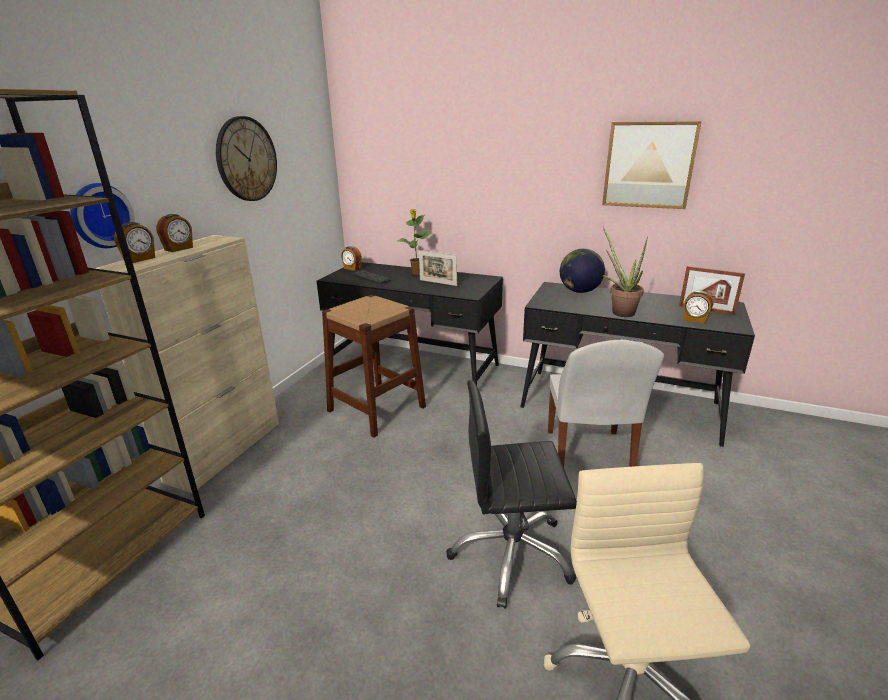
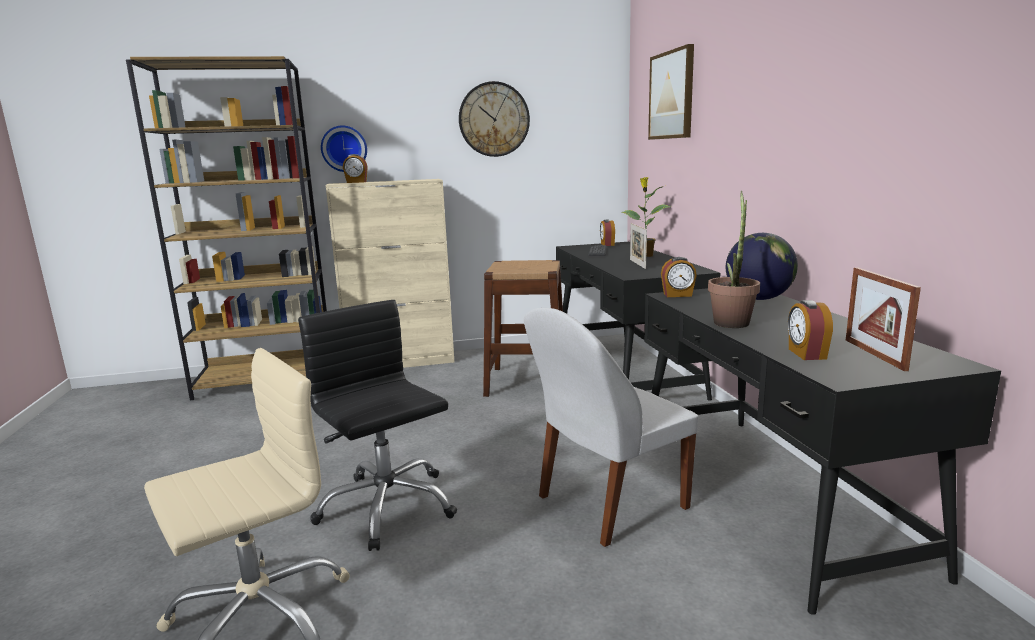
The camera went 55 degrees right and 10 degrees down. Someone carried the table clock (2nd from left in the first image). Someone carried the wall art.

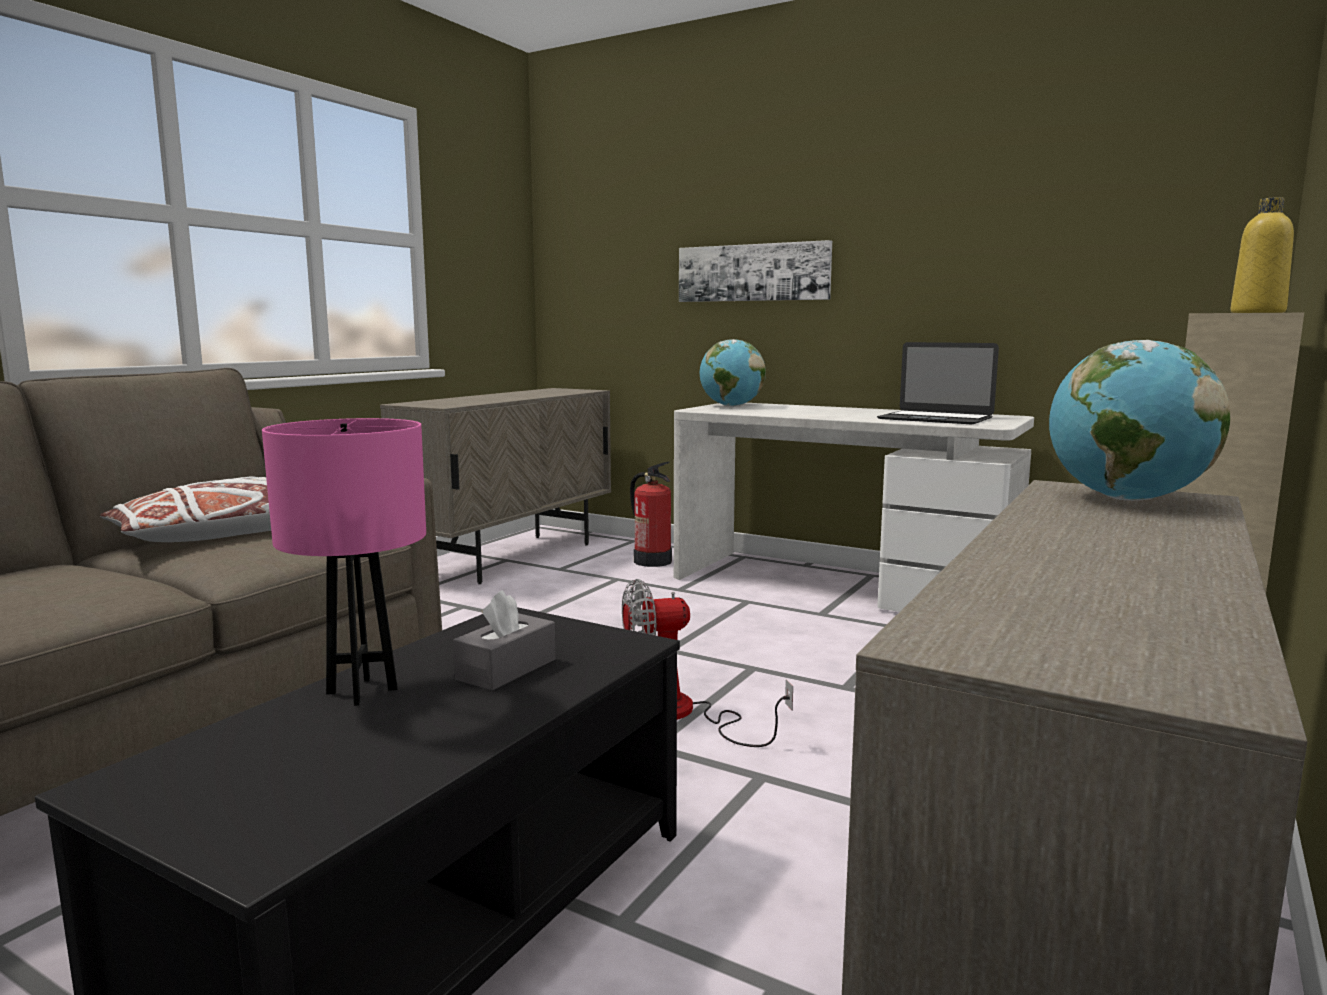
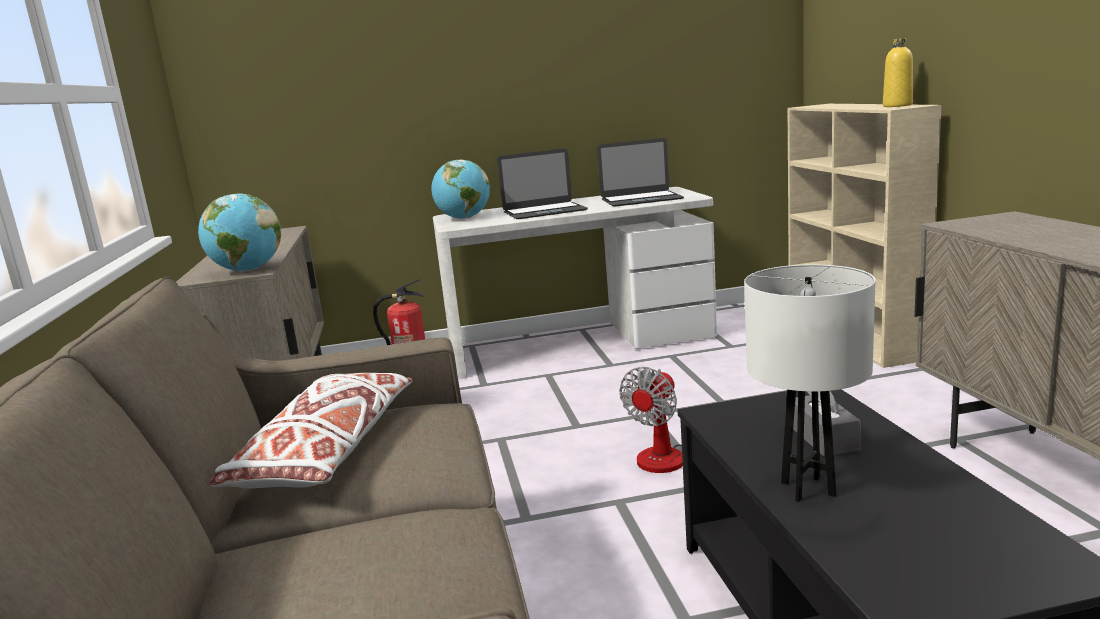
The camera went 40 degrees left and 5 degrees up. Someone repainted the pinkish tabletop lamp, which became the white-coloured tabletop lamp. Someone took away the wall art. Someone carried the desk globe (2nd from left in the first image). Someone put down the portable computer (1st from left).

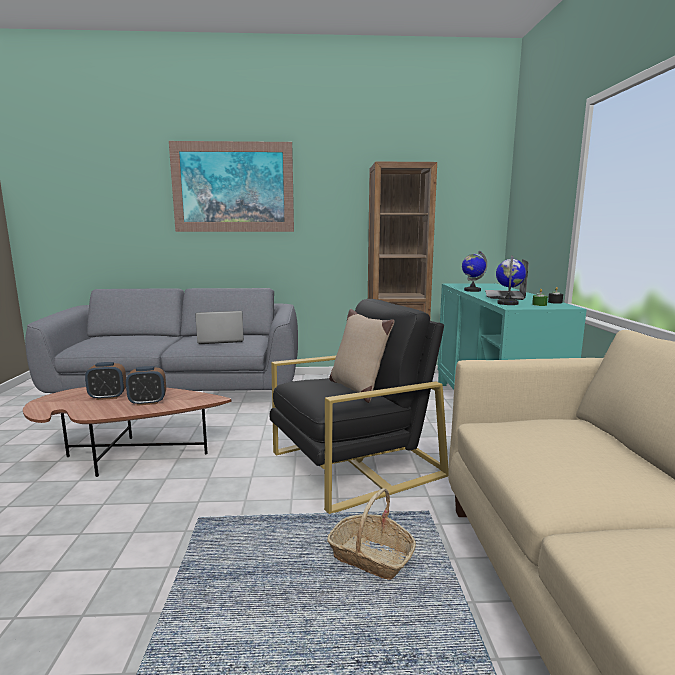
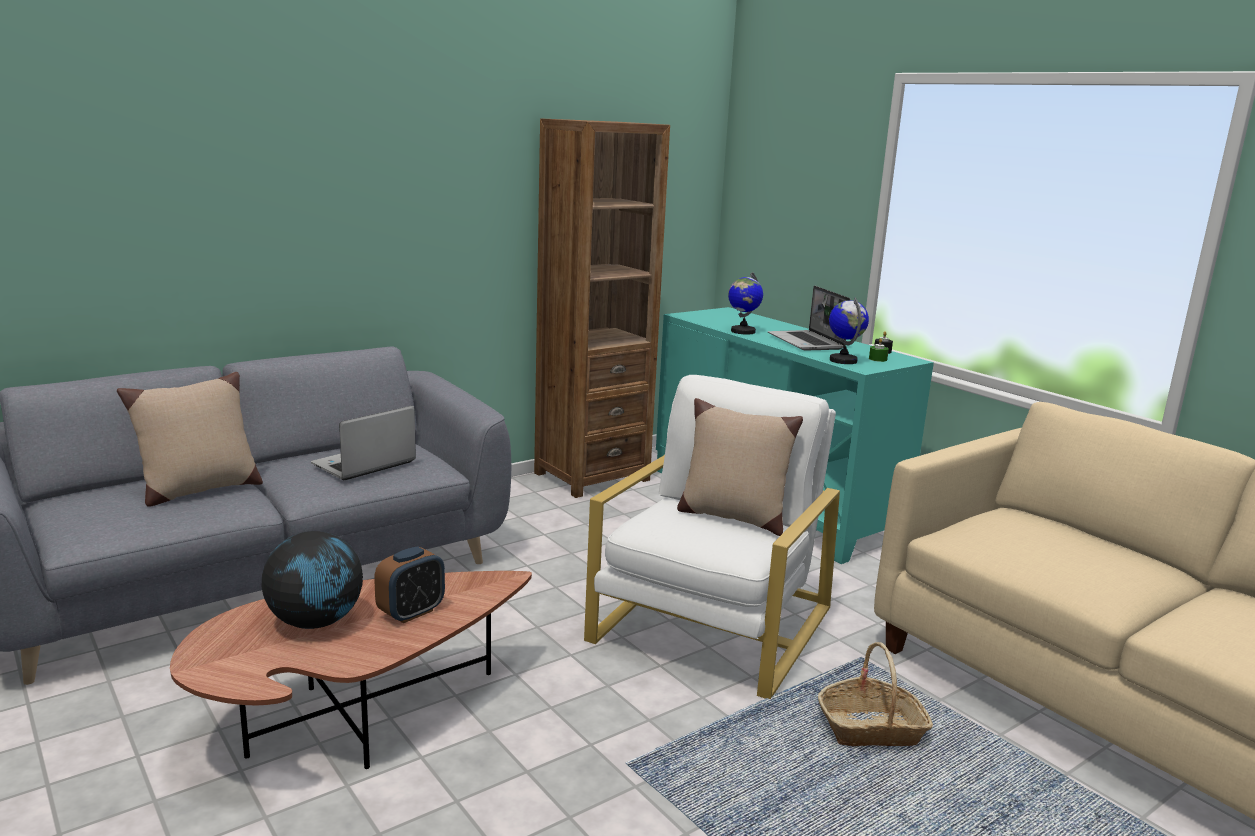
The camera went 35 degrees left and 5 degrees up. Someone swapped the table clock (1st from left) for the desk globe (1st from left). Someone took away the wall art. Someone repainted the black-coloured armchair, which became the white-coloured armchair. Someone put down the beige cushion (1st from left).

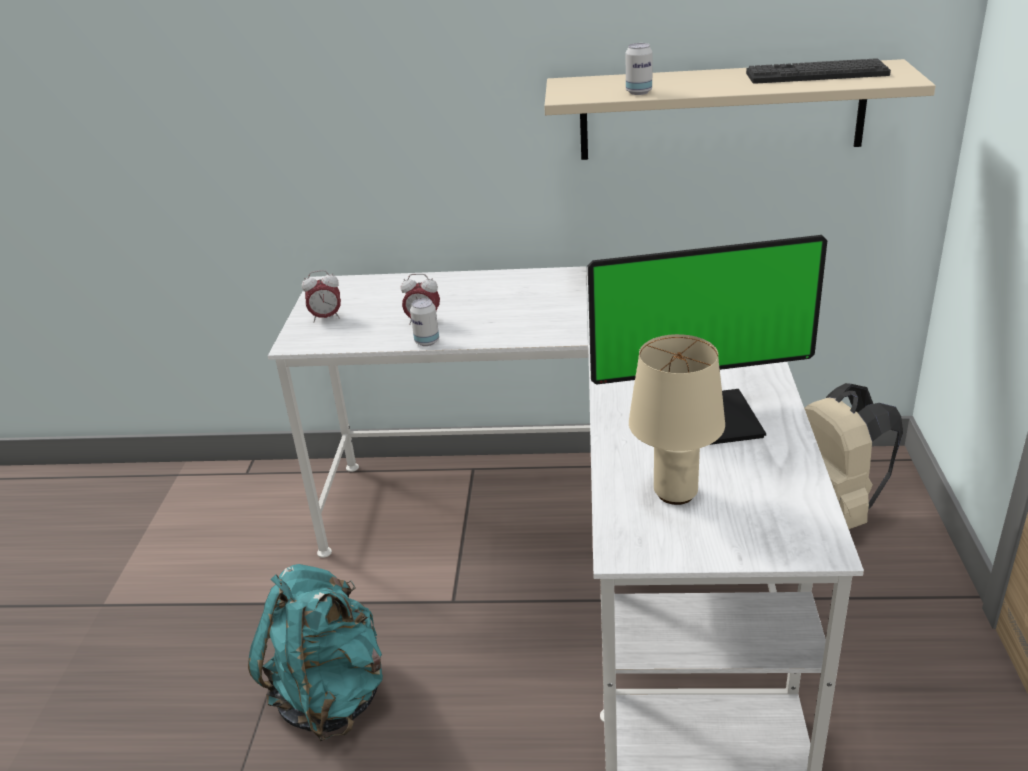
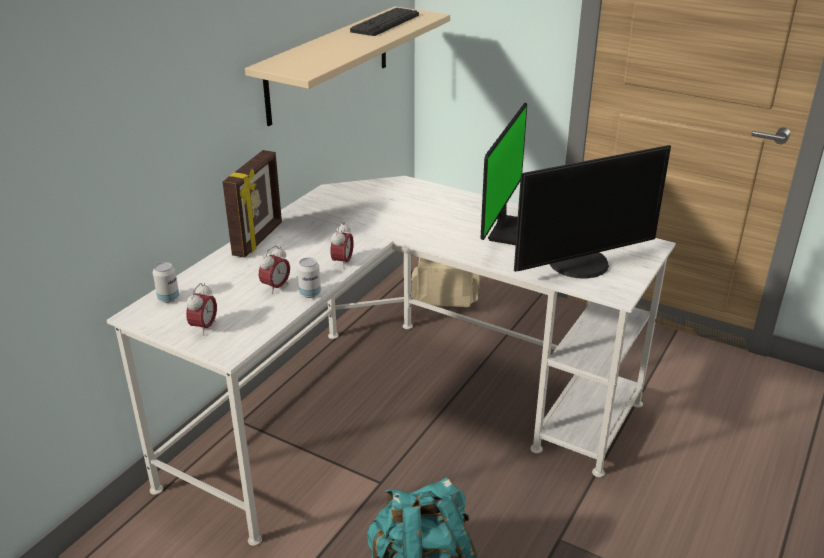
The camera went 65 degrees left and 0 degrees up. Someone carried the can (2nd from left in the first image). Someone swapped the beige tabletop lamp for the monitor (2nd from left). Someone put down the picture frame. Someone put down the table clock (3rd from left).

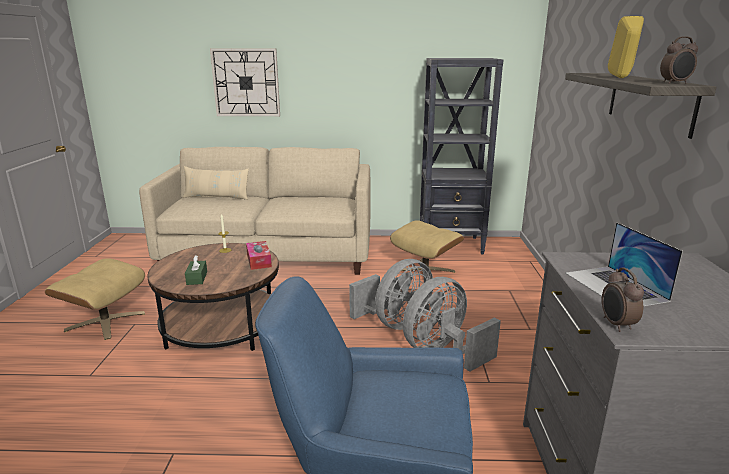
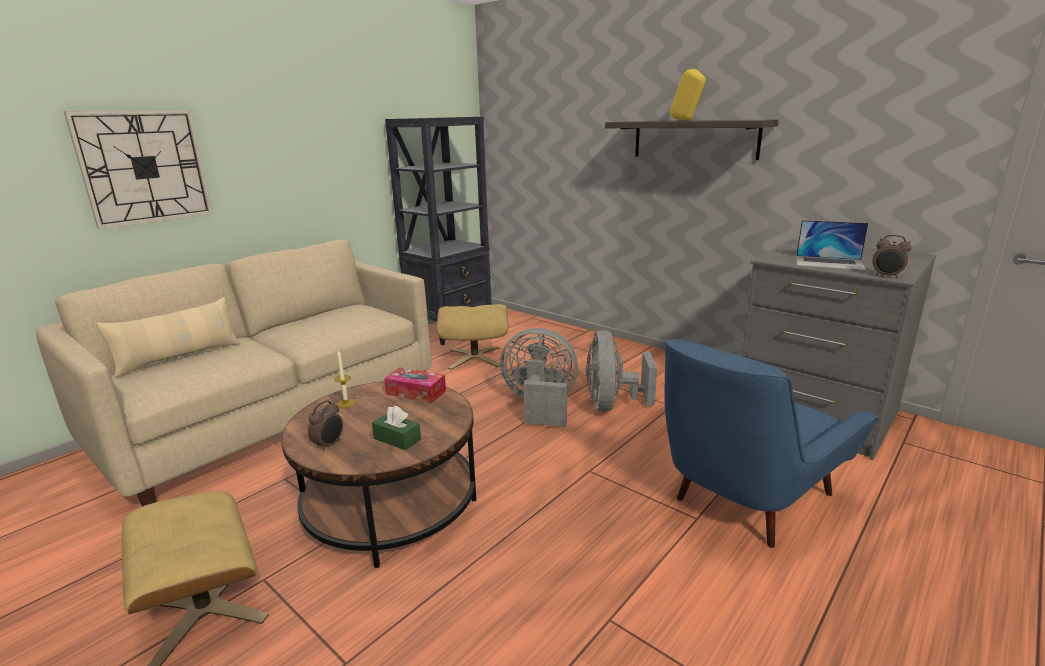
The camera went 50 degrees left and 0 degrees up. Someone rotated the grey fan (1st from left) by 75 degrees counterclockwise. Someone carried the table clock (2nd from left in the first image).

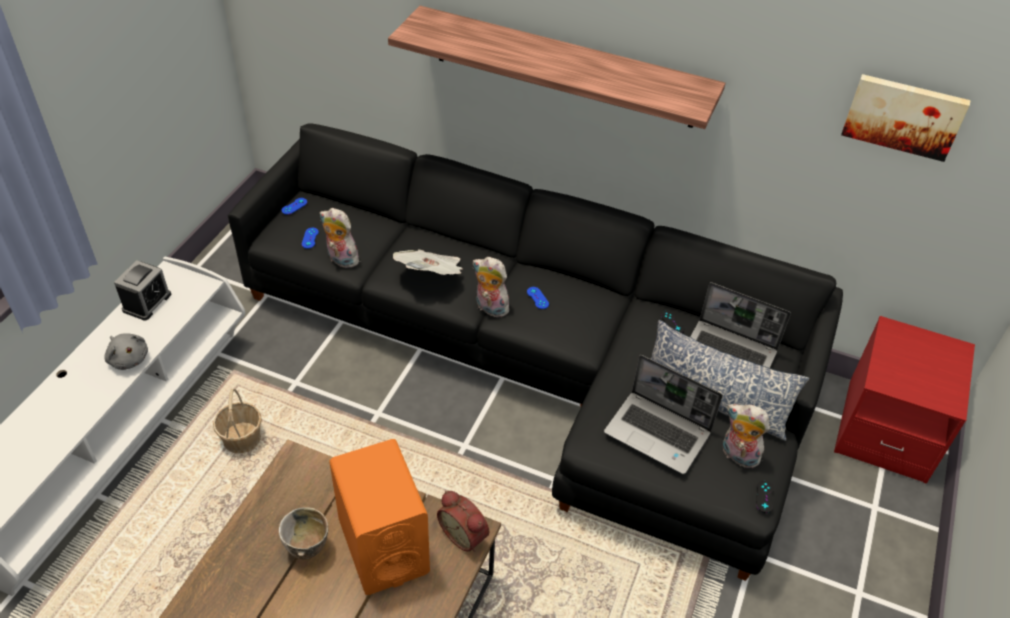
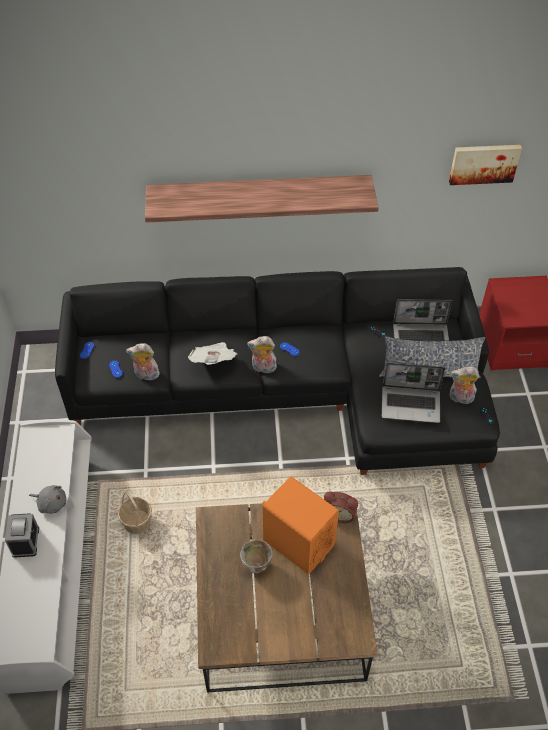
The camera went 25 degrees left and 5 degrees up. Someone carried the table clock (1st from left).

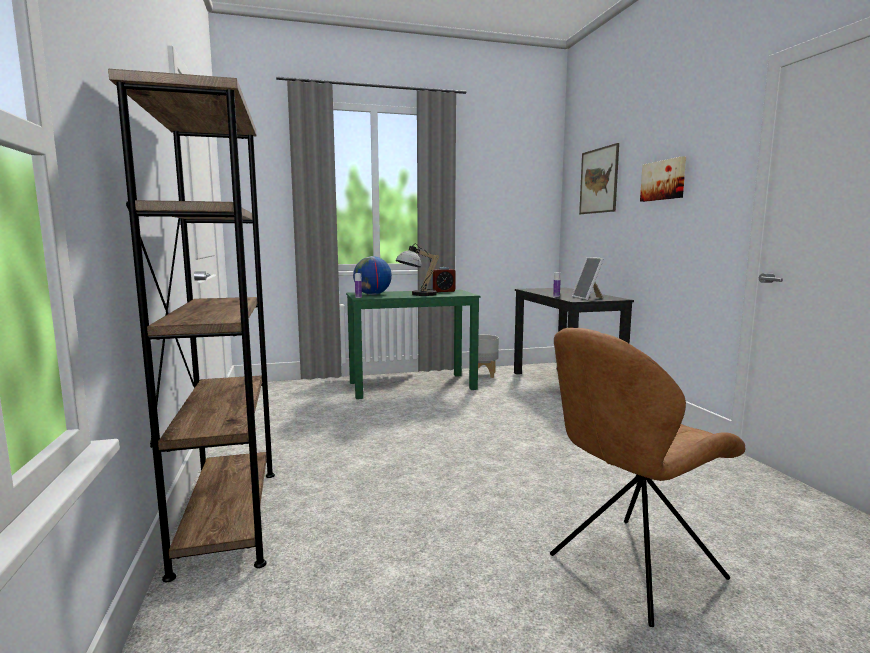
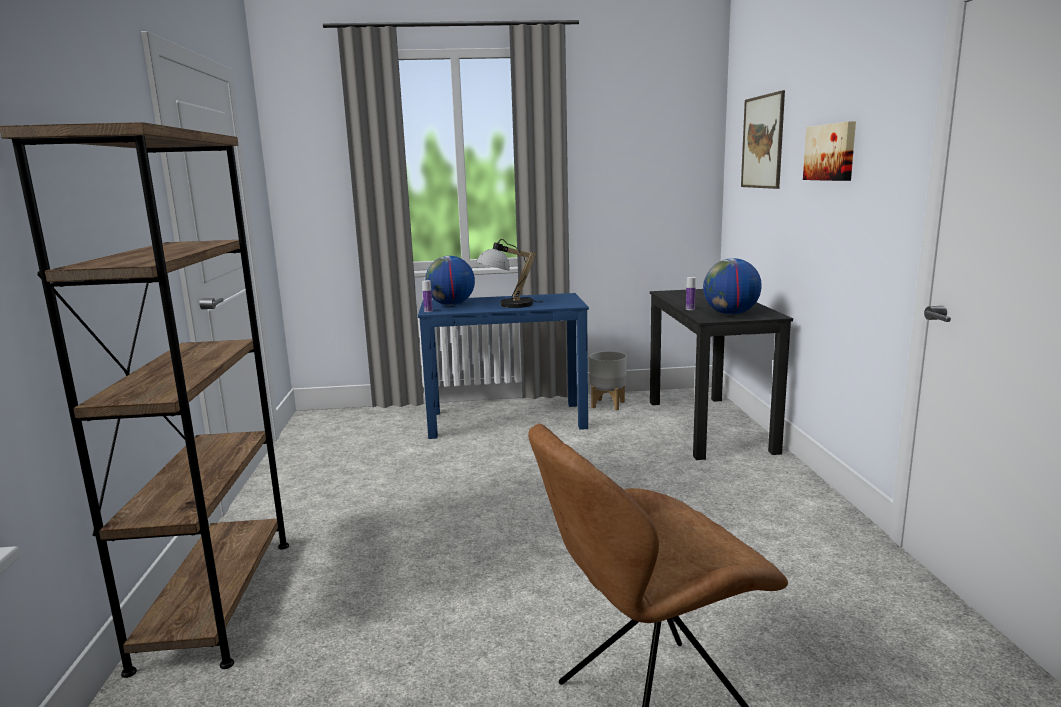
The camera went 10 degrees right and 5 degrees up. Someone repainted the greenish desk, which became the blue-coloured desk. Someone took away the table clock. Someone swapped the picture frame for the desk globe (2nd from left).

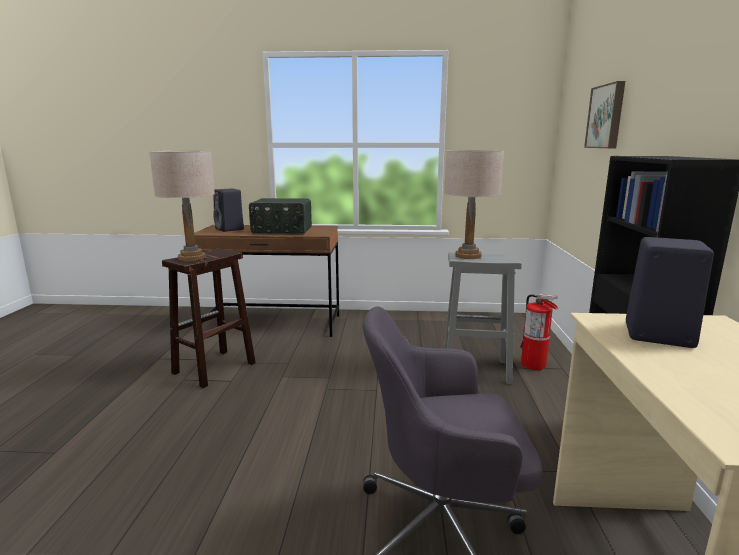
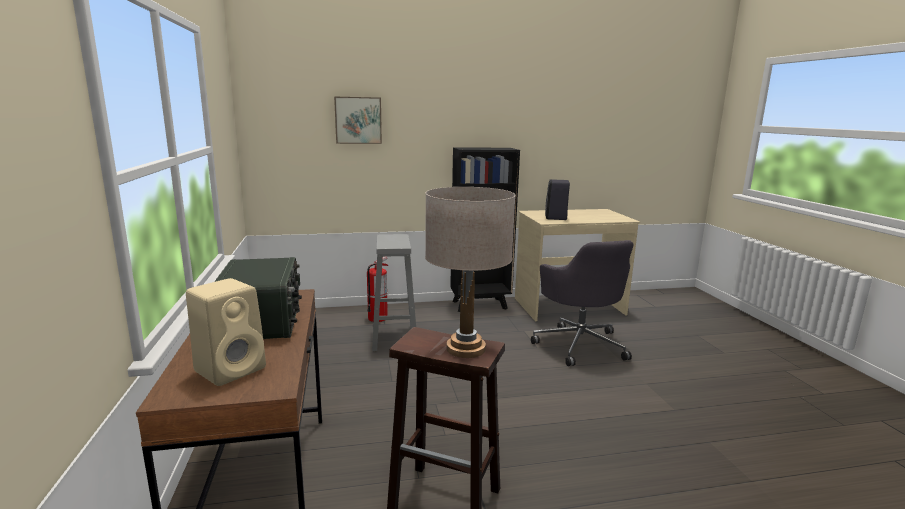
The camera went 105 degrees left and 0 degrees up. Someone repainted the black-coloured loudspeaker (1st from left), which became the beige loudspeaker. Someone took away the beige tabletop lamp (2nd from left).

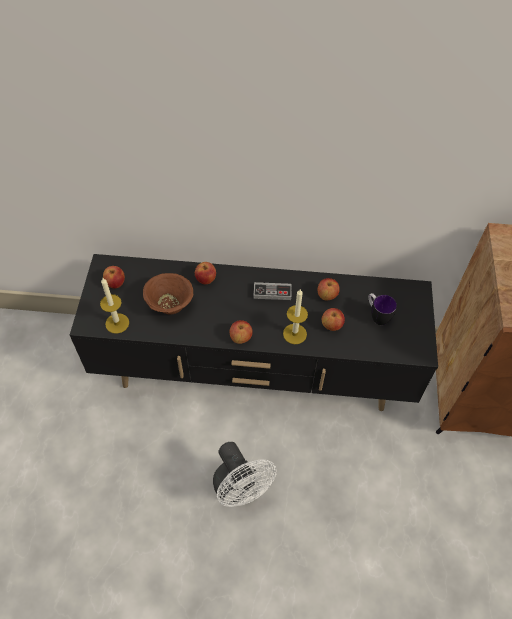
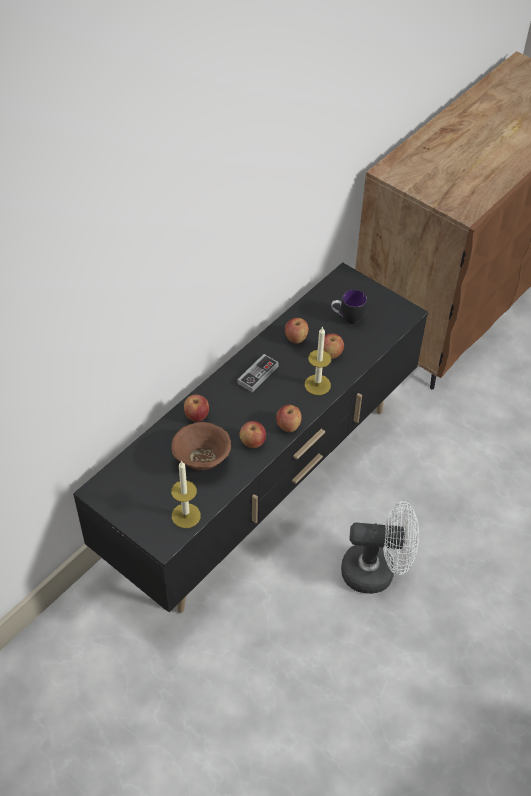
The camera went 55 degrees left and 5 degrees down. Someone carried the whole apple (1st from left in the first image).

